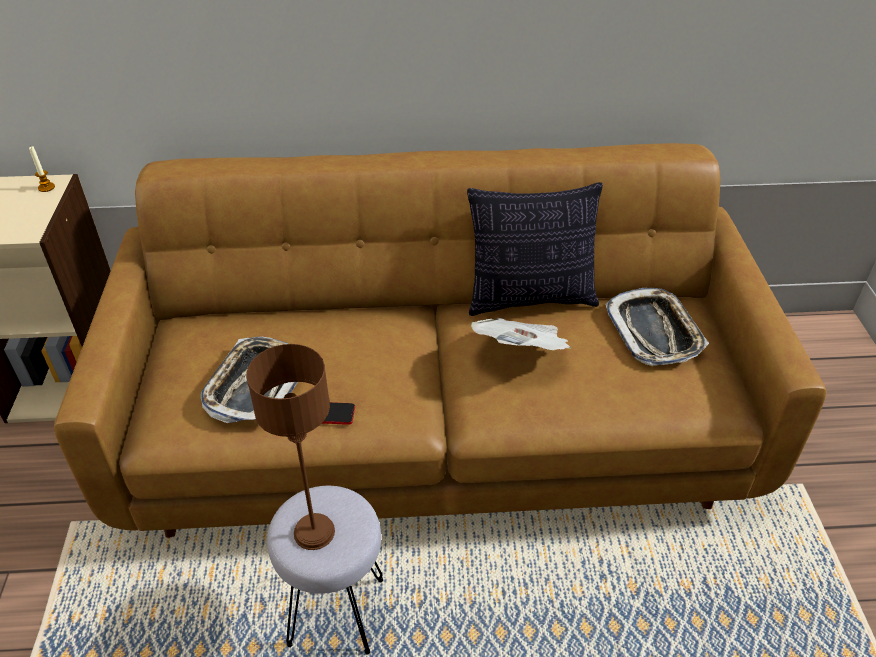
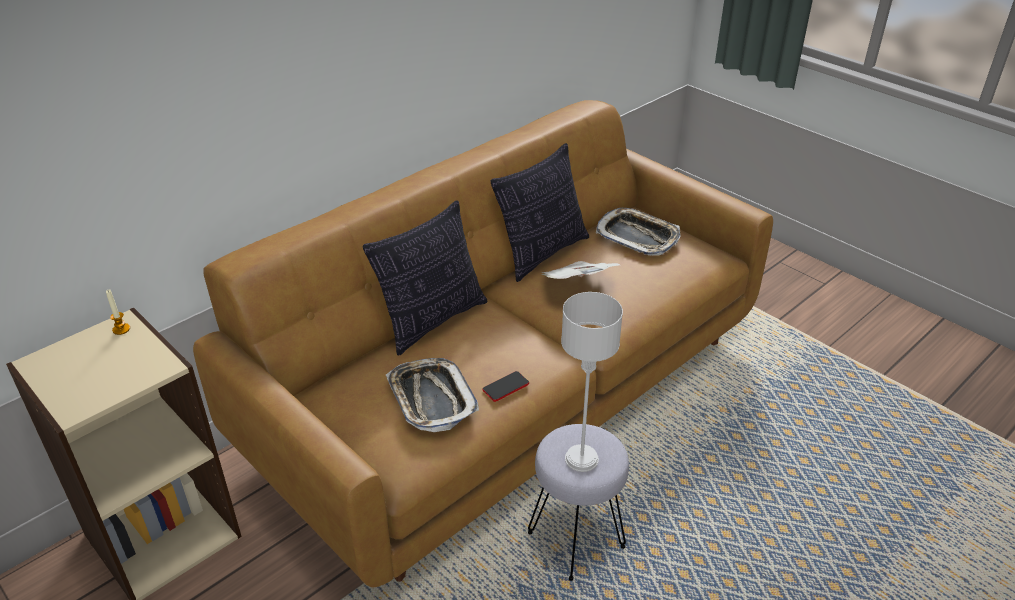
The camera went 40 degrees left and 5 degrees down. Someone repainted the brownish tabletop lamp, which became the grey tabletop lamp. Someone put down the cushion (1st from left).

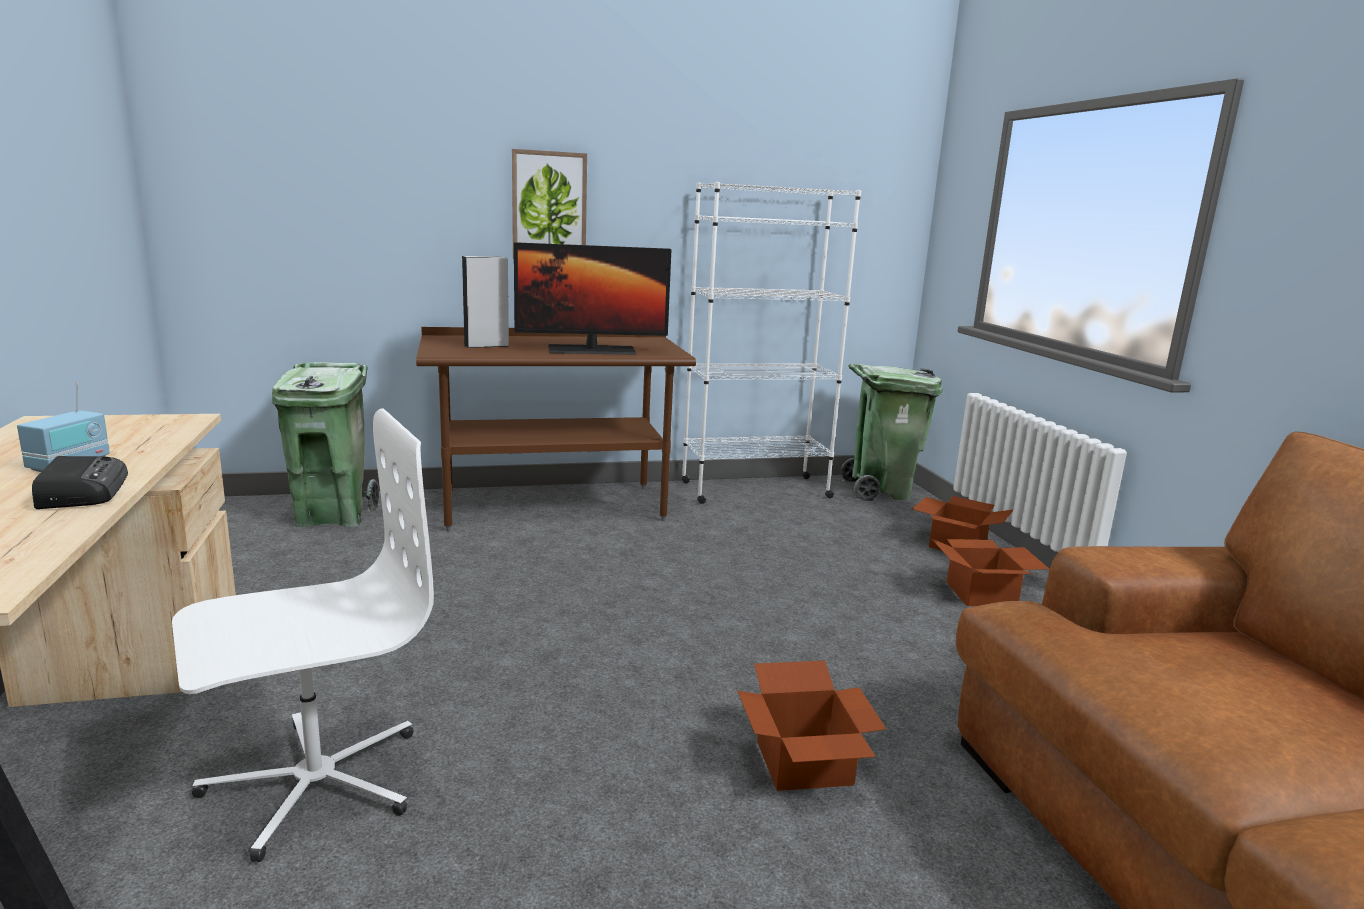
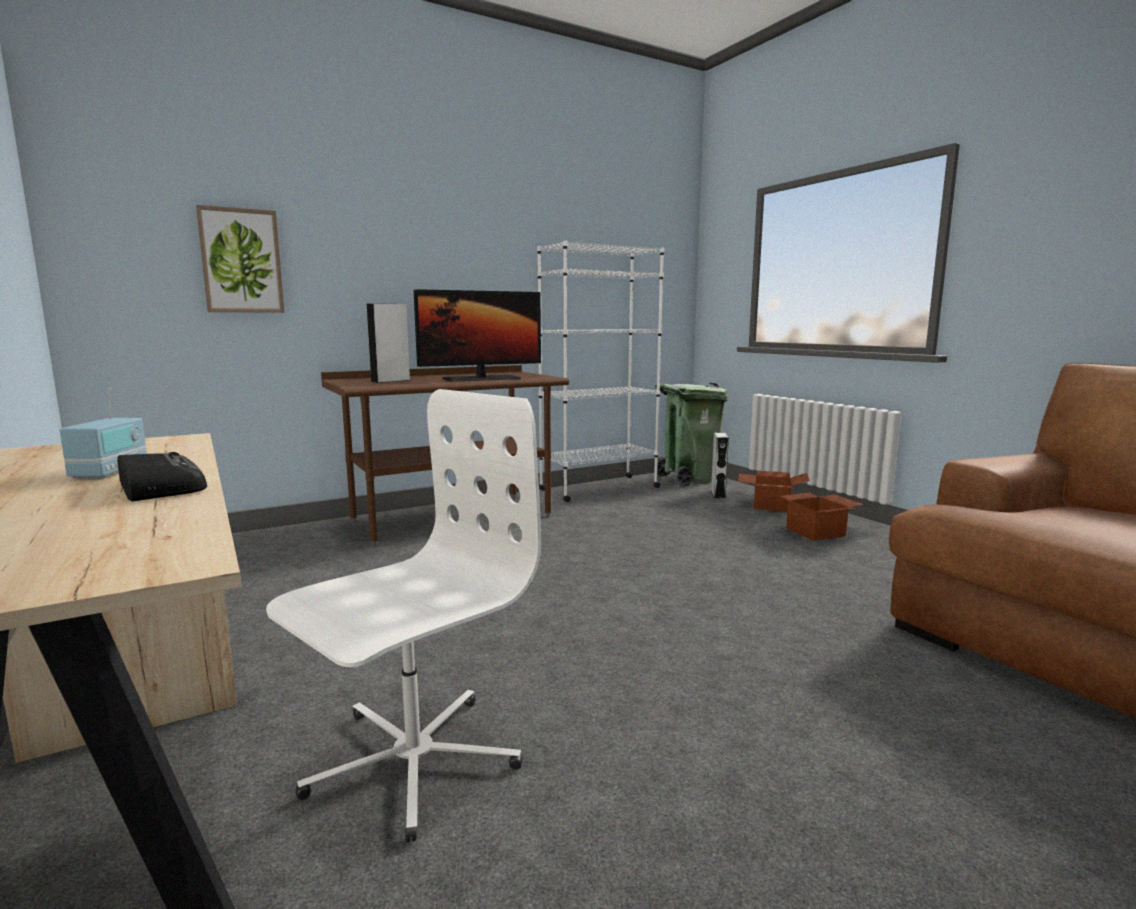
The camera went 15 degrees left and 5 degrees down. Someone took away the greenish waste bin (1st from left). Someone carried the wall art. Someone took away the carton (1st from left). Someone put down the grey loudspeaker (2nd from left).

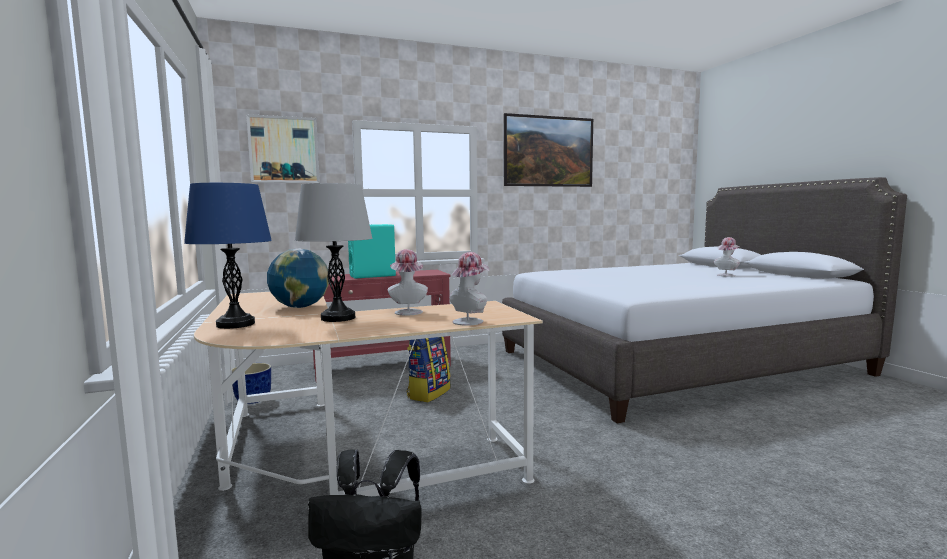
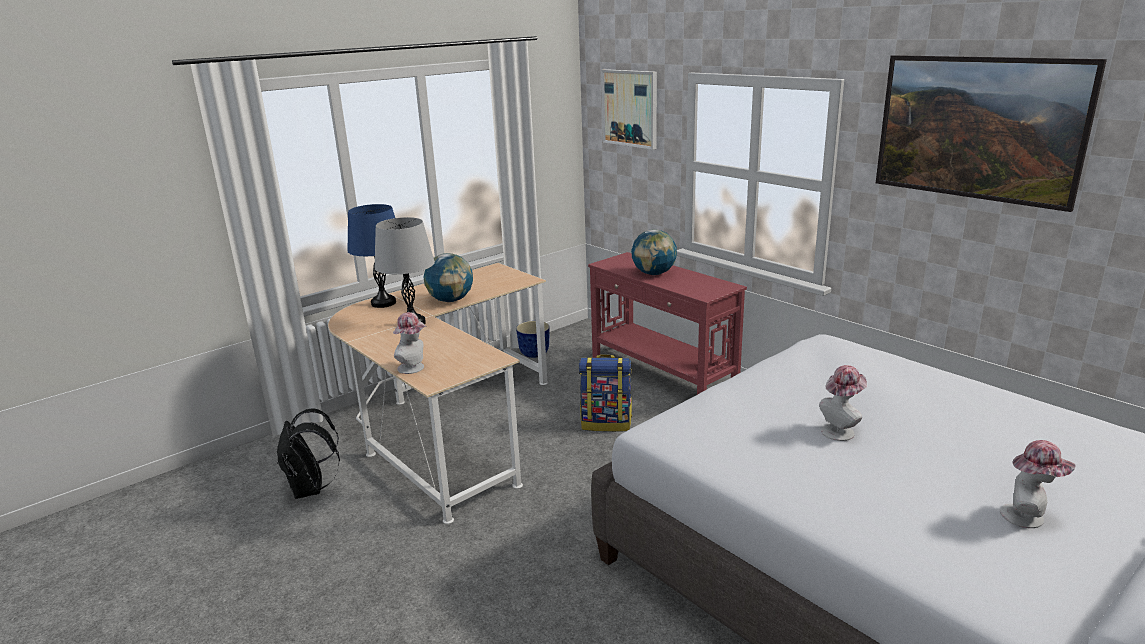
The camera went 70 degrees right and 15 degrees up. Someone swapped the blue-green loudspeaker for the desk globe (2nd from left). Someone carried the clothing hat (1st from left in the first image).

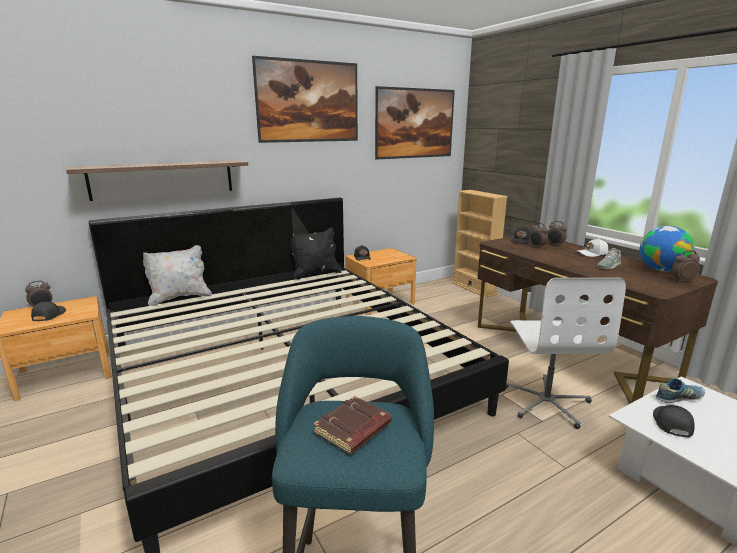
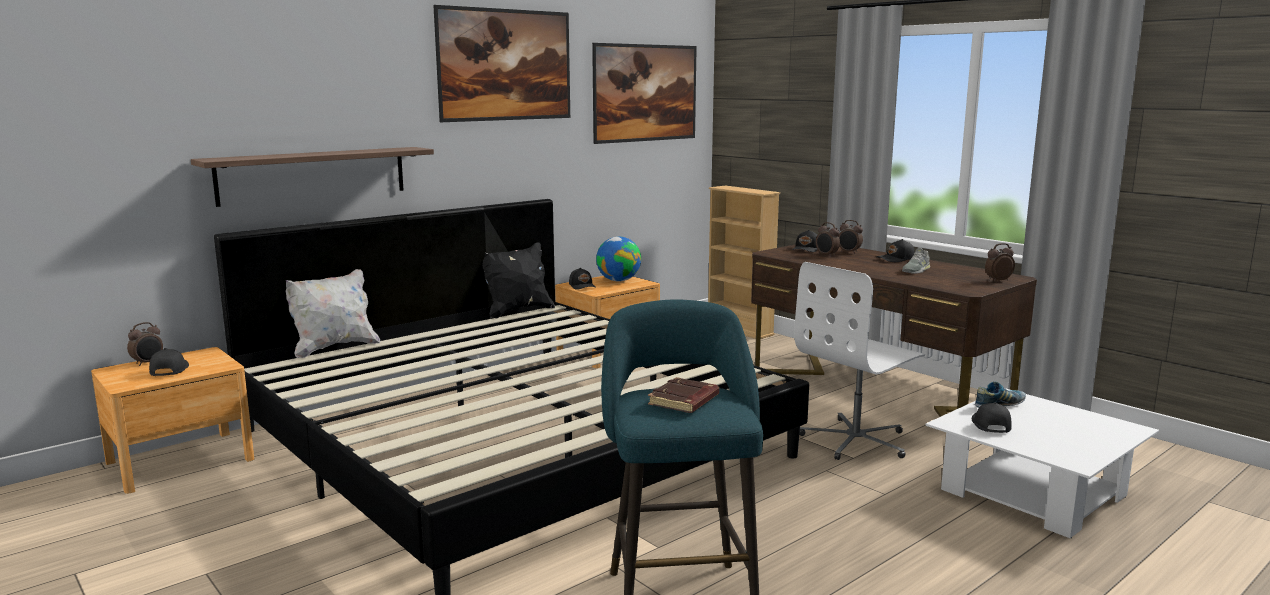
The camera went 10 degrees left and 5 degrees down. Someone rotated the white-coloured computer chair by 60 degrees clockwise. Someone repainted the white-coloured baseball cap, which became the black-coloured baseball cap (4th from left). Someone carried the desk globe.

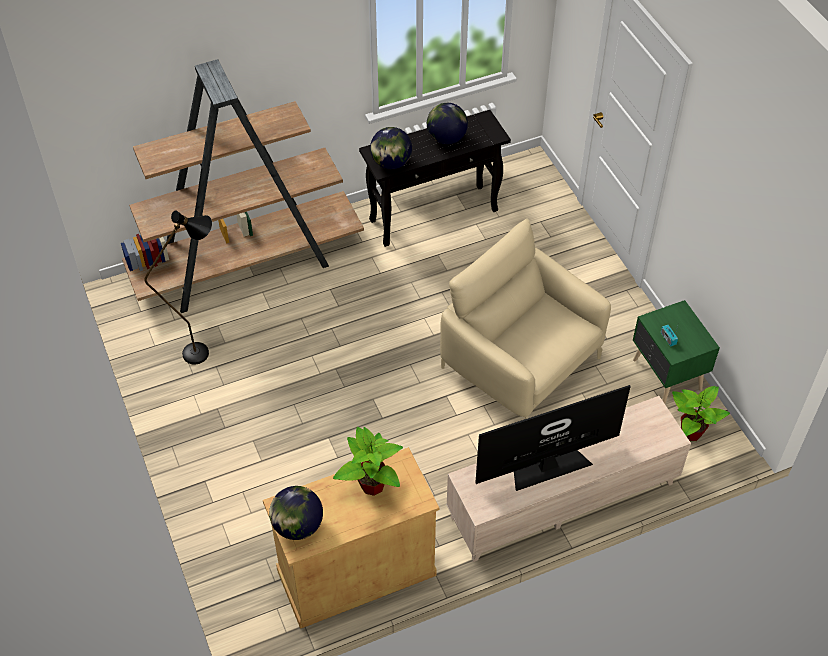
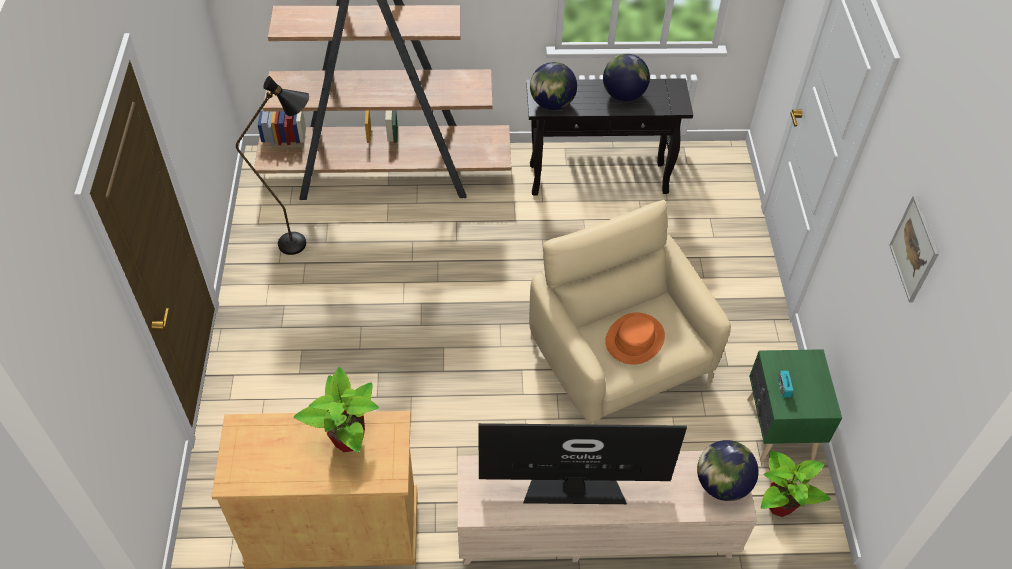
The camera went 20 degrees right and 0 degrees up. Someone carried the desk globe (1st from left in the first image). Someone put down the orange clothing hat. Someone put up the wall art.

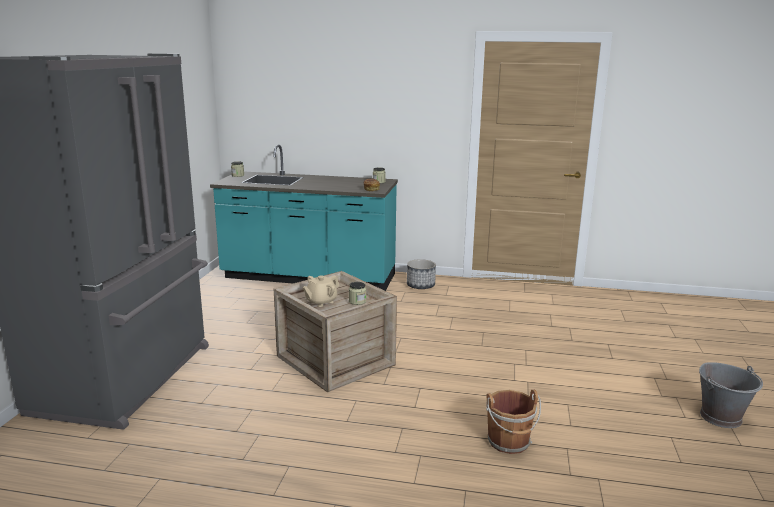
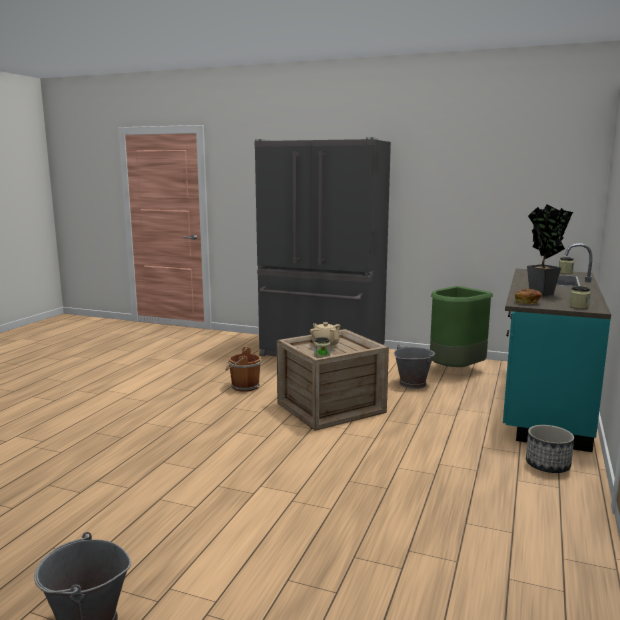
The camera went 100 degrees right and 5 degrees down. Someone carried the brownish water bucket. Someone put down the grey water bucket (2nd from left). Someone put down the greenish waste bin. Someone put down the houseplant.

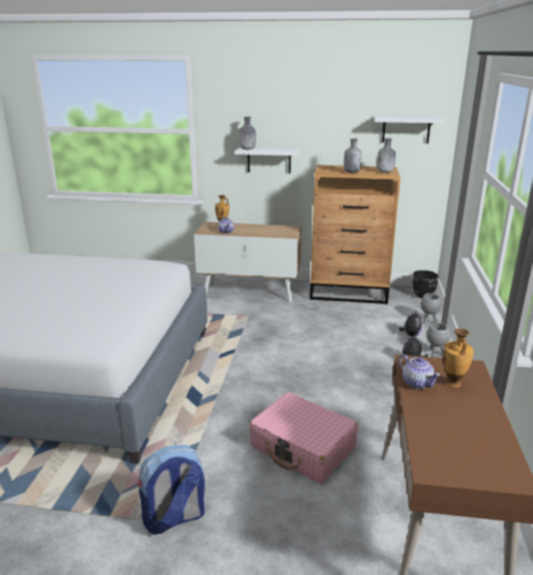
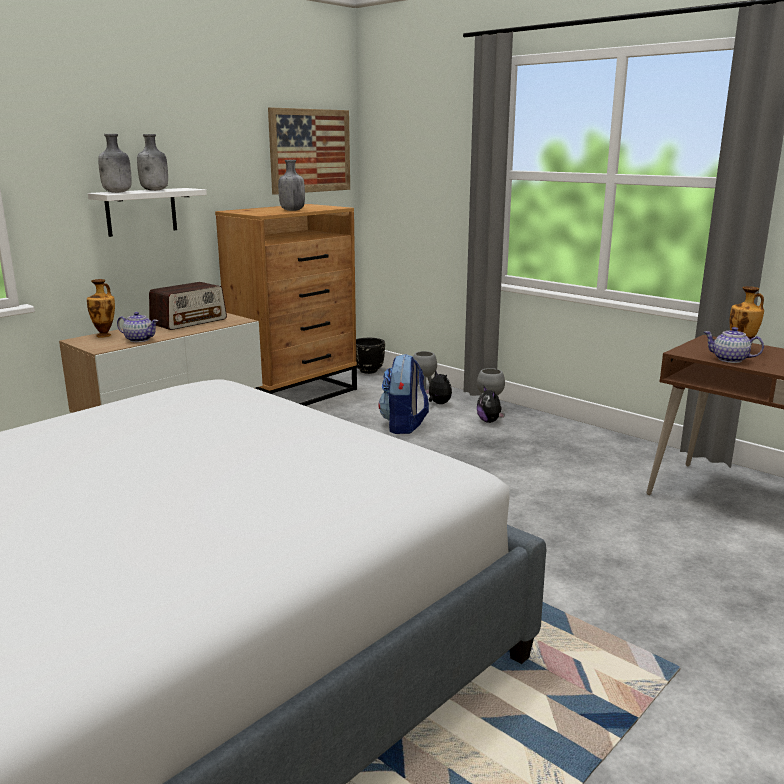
The camera went 55 degrees left and 5 degrees down. Someone carried the knapsack. Someone took away the pinkish piece of luggage. Someone swapped the white-coloured wall shelf (2nd from left) for the wall art. Someone carried the grey beverage bottle (3rd from left in the first image). Someone rotated the teapot (2nd from left) by 150 degrees counterclockwise. Someone put down the radio set.

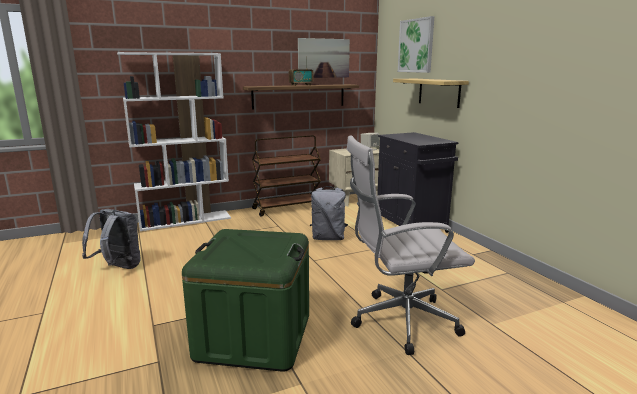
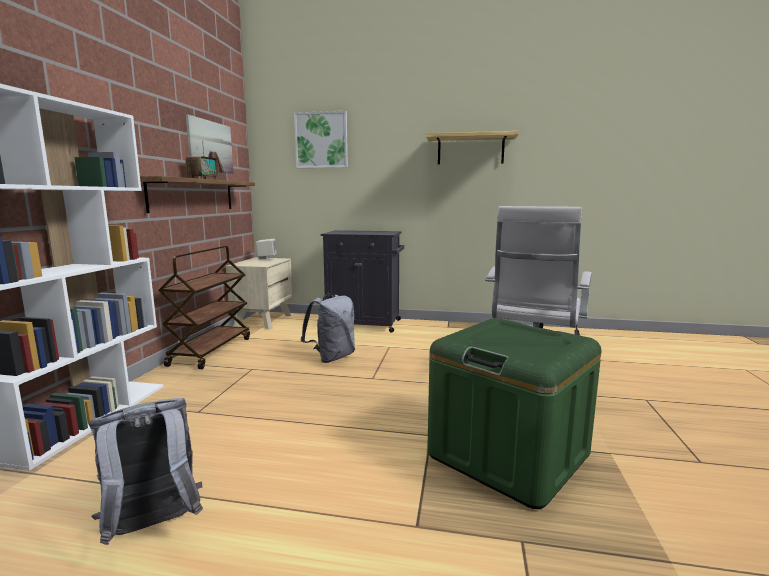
The camera went 55 degrees left and 5 degrees down. Someone carried the wall shelf (2nd from left).

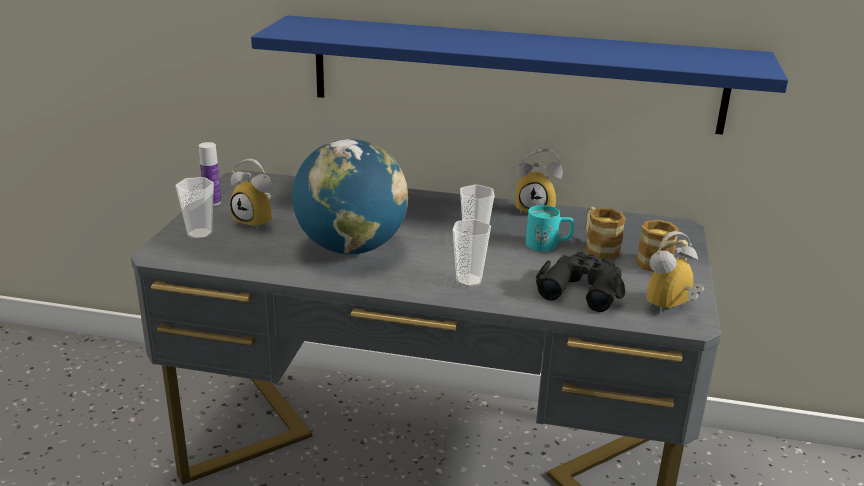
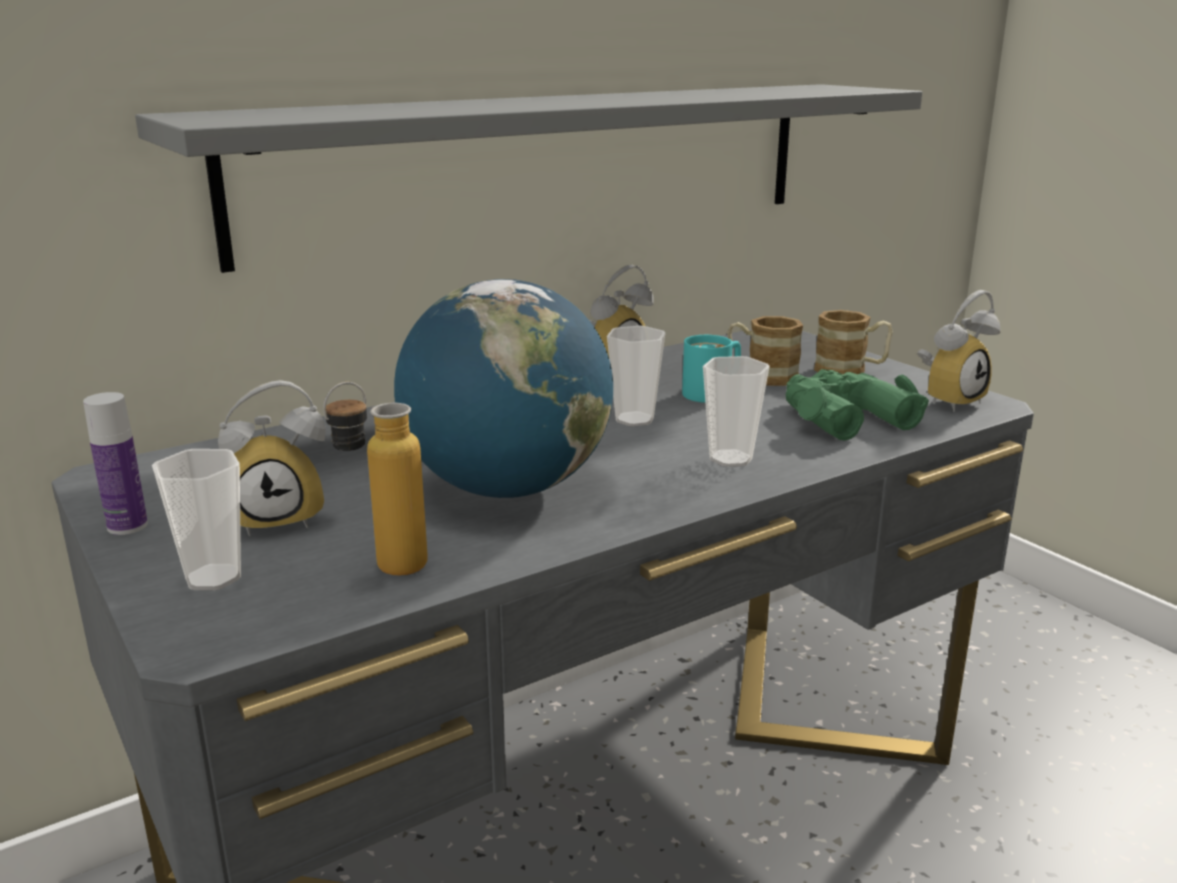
The camera went 45 degrees left and 5 degrees down. Someone repainted the blue-coloured wall shelf, which became the grey wall shelf. Someone repainted the black-coloured pair of binoculars, which became the greenish pair of binoculars. Someone rotated the table clock (3rd from left) by 135 degrees counterclockwise. Someone put down the beverage bottle (2nd from left).

